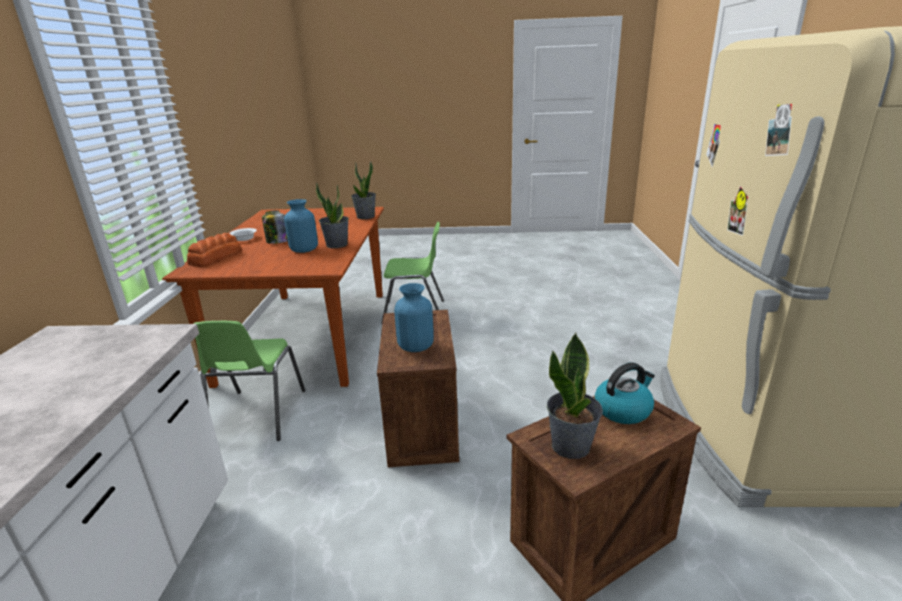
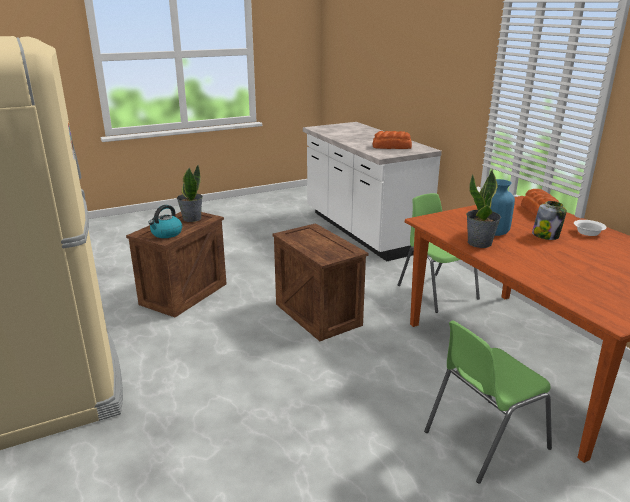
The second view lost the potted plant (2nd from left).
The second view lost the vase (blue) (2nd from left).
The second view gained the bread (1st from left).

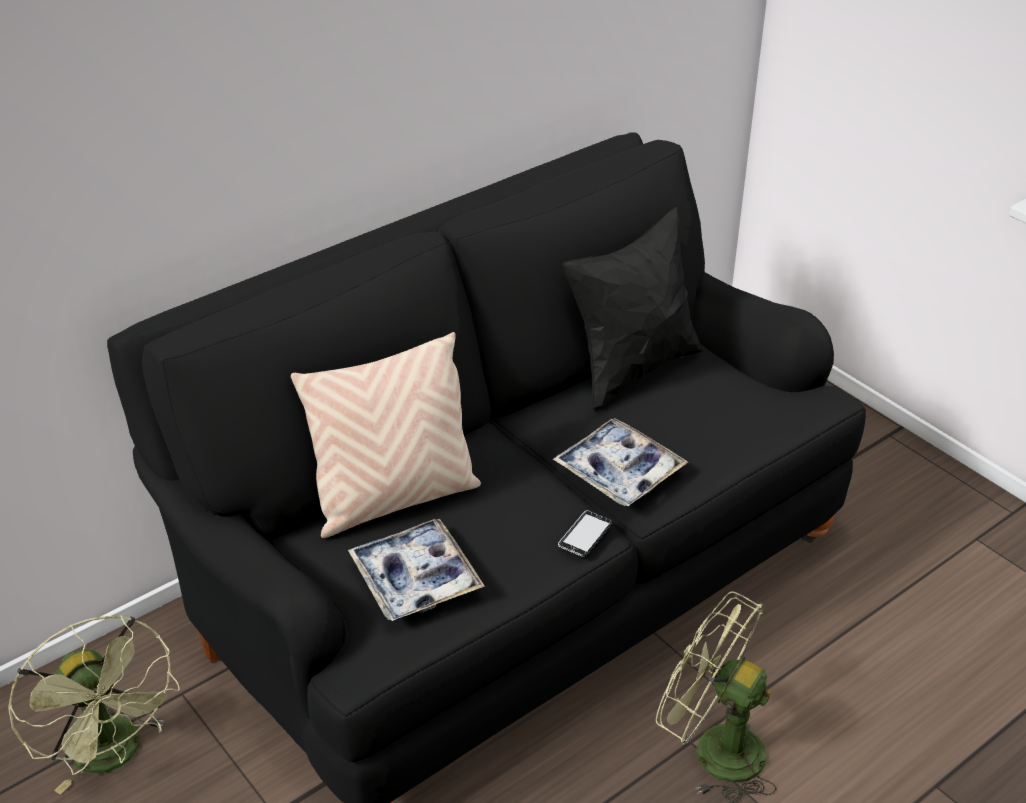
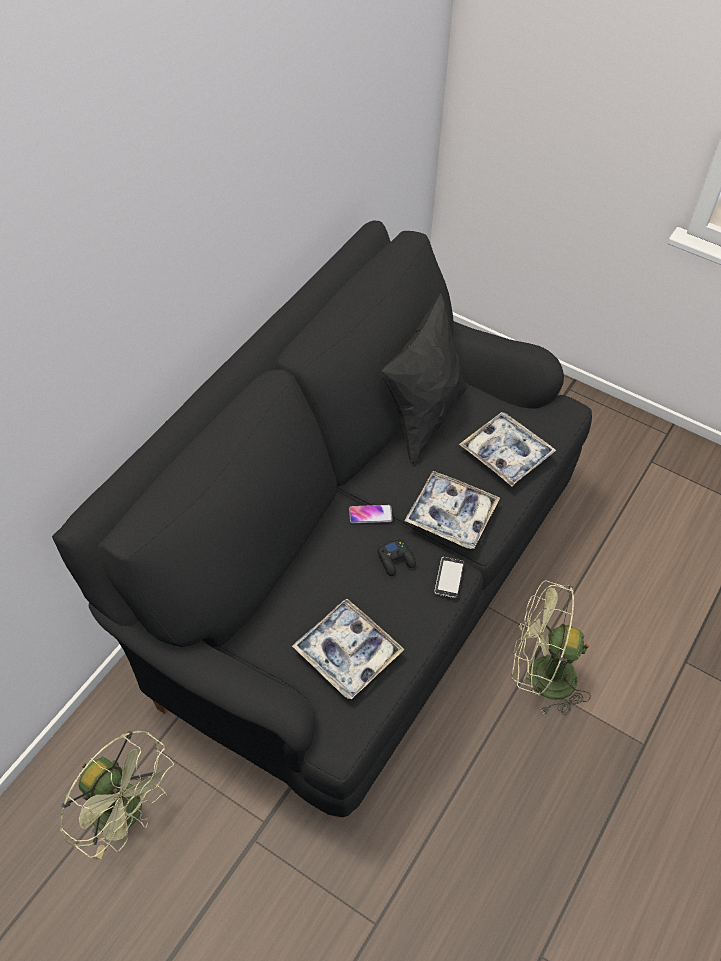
The second view lost the pillow (beige).
The second view gained the phone (1st from left).
The second view gained the game controller (black).
The second view gained the tray (3rd from left).

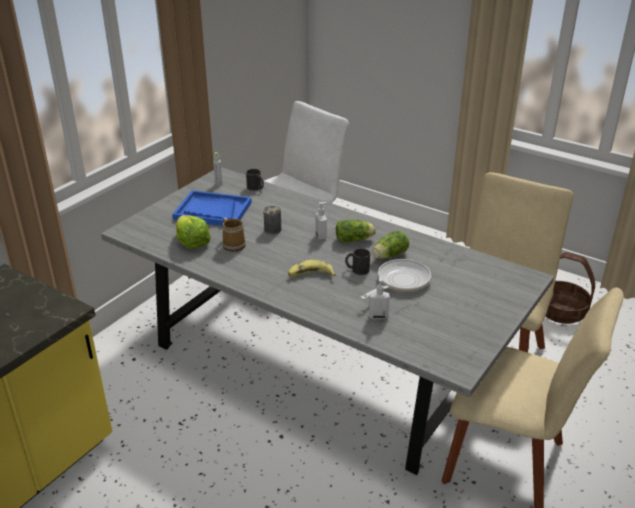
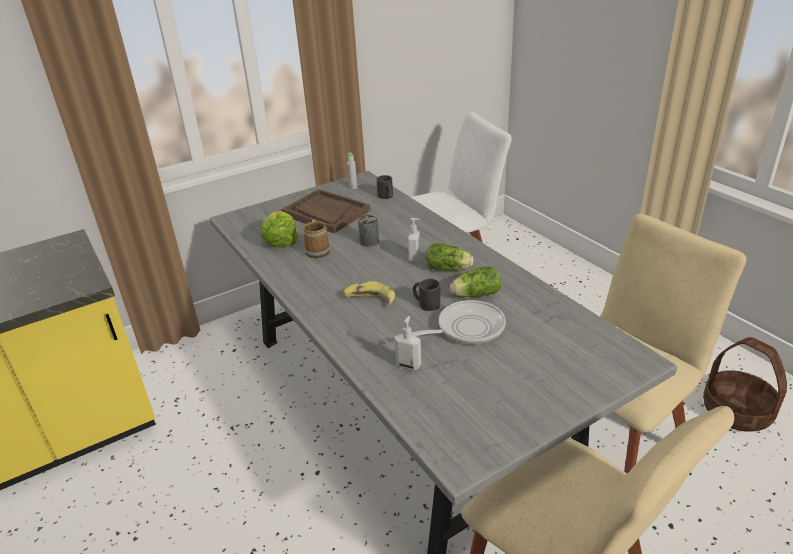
What was the tray (blue) turned into the tray (brown).

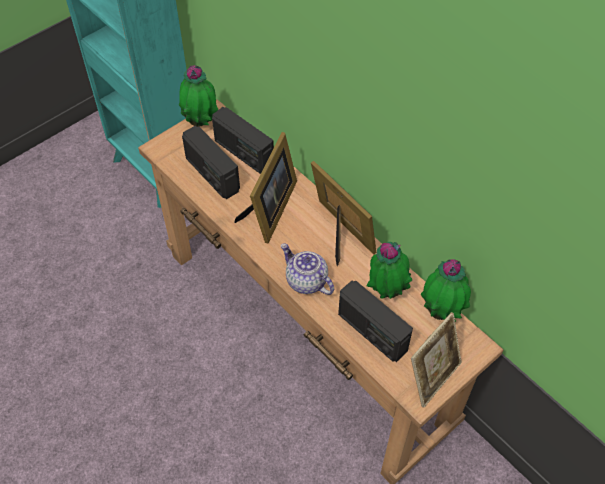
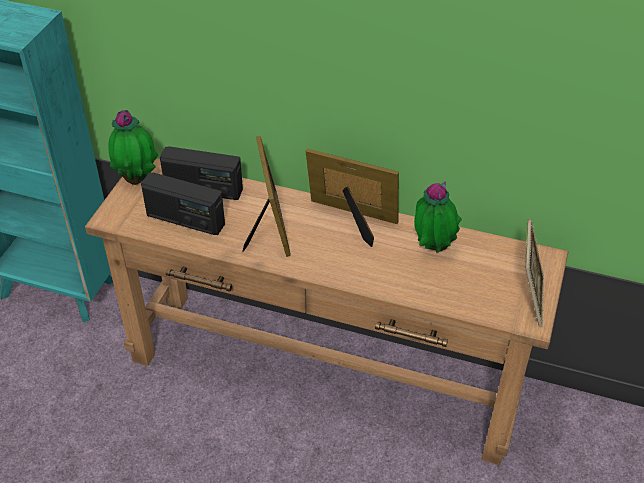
The second view lost the teapot.
The second view lost the radio (3rd from left).
The second view lost the potted plant (3rd from left).

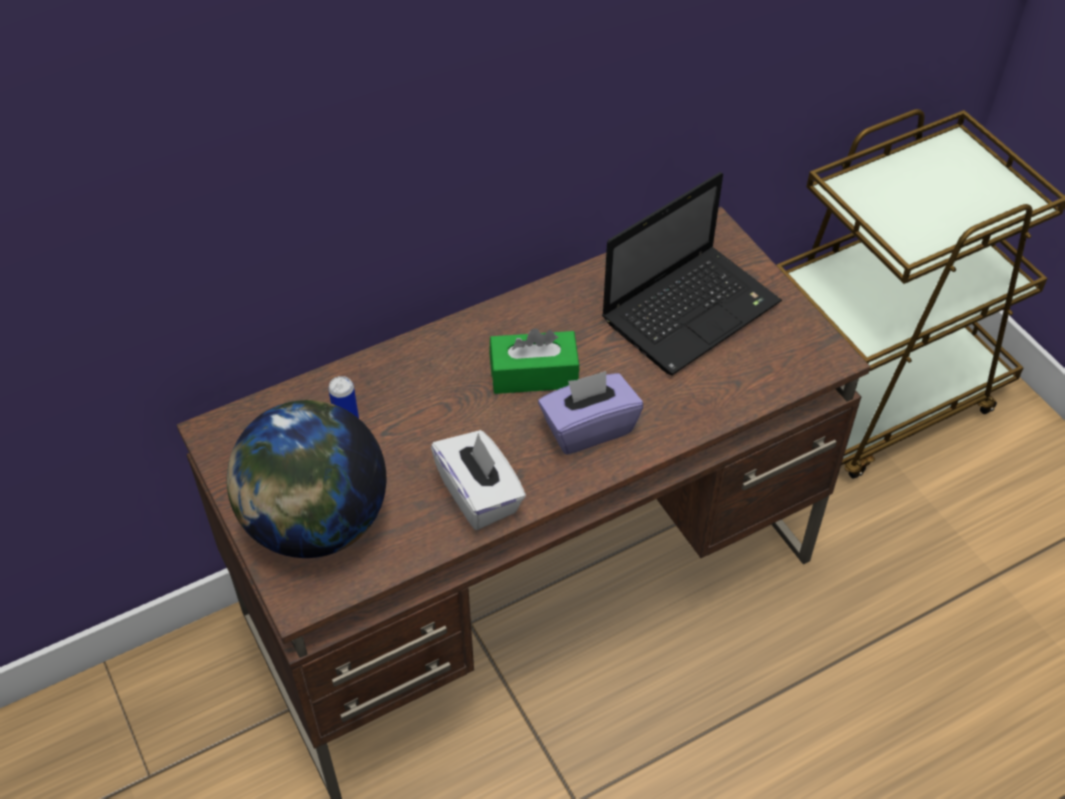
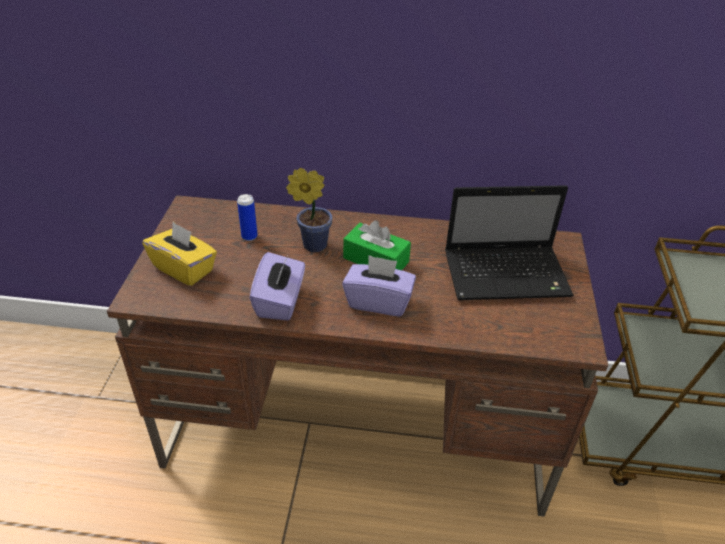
The second view gained the potted plant.
Where the globe stood, the tissue box (yellow) came to stand.
What was the tissue box (white) turned into the tissue box (purple) (1st from left).

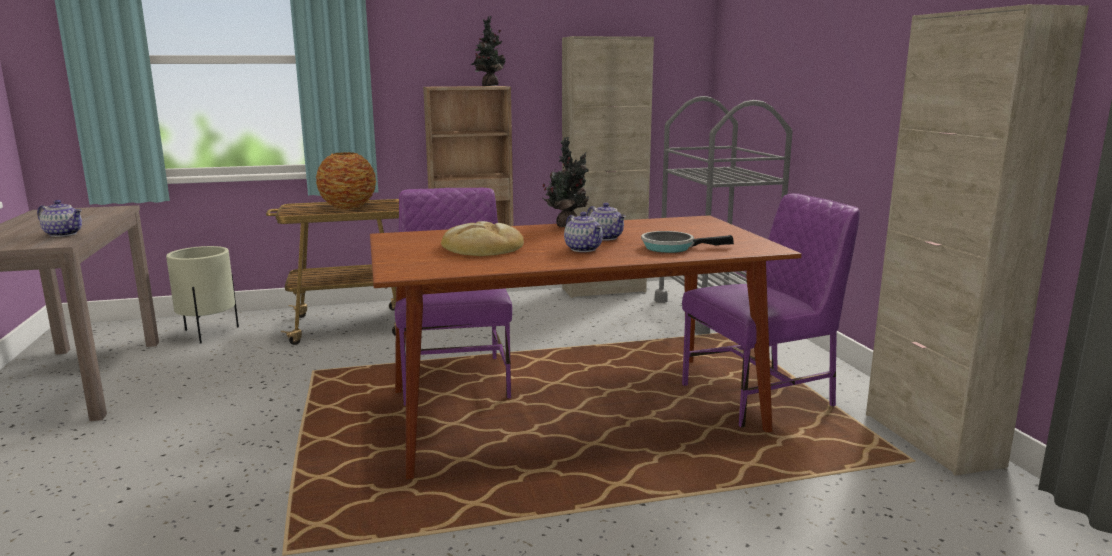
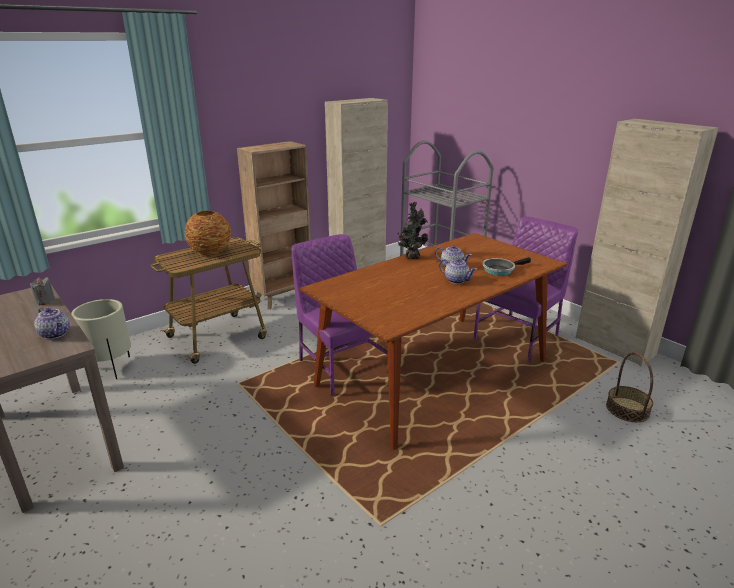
The second view lost the bread.
The second view lost the potted plant (1st from left).
The second view gained the candle (grey).
The second view gained the basket.
The teapot (1st from left) ended up facing another way, 45 degrees clockwise from before.

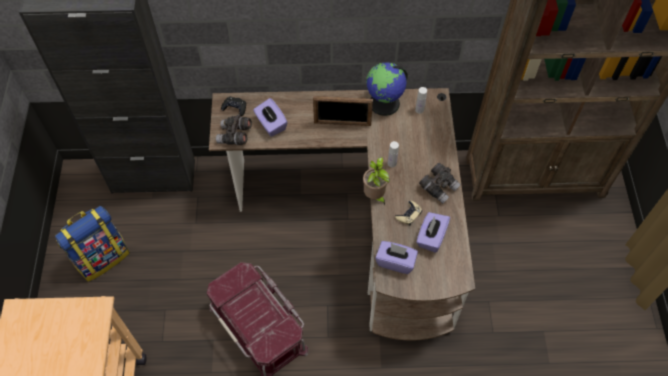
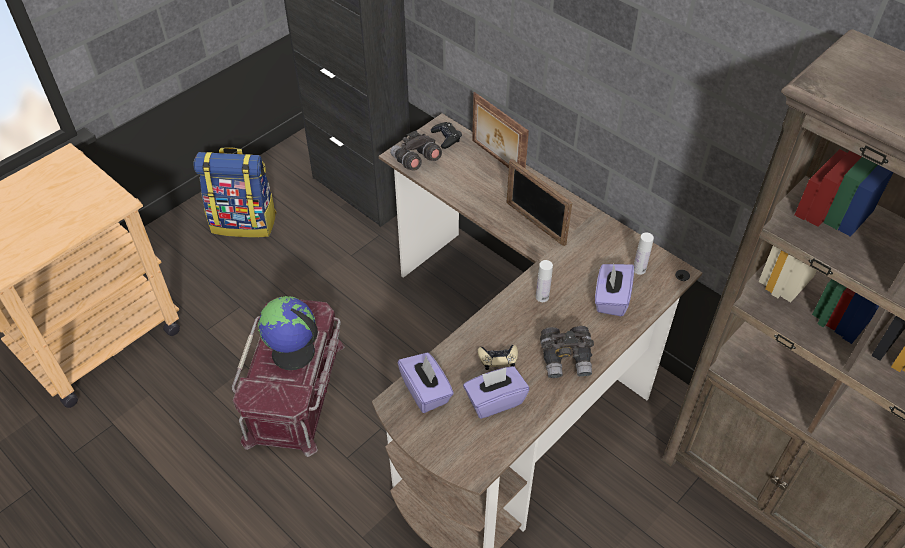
The second view lost the potted plant.
The second view gained the picture frame (1st from left).
The tissue box (purple) (1st from left in the first image) ended up elsewhere.
The globe ended up elsewhere.

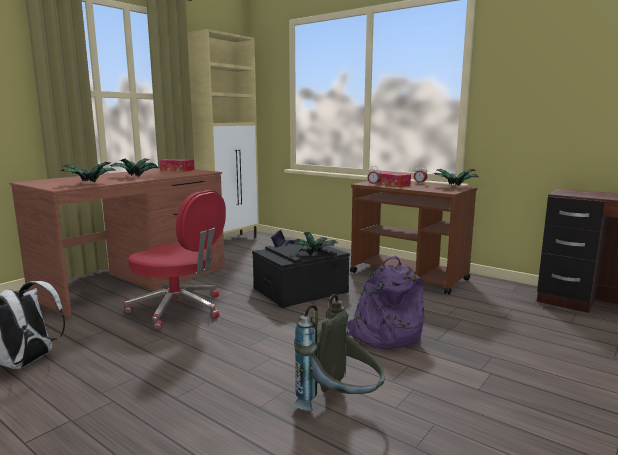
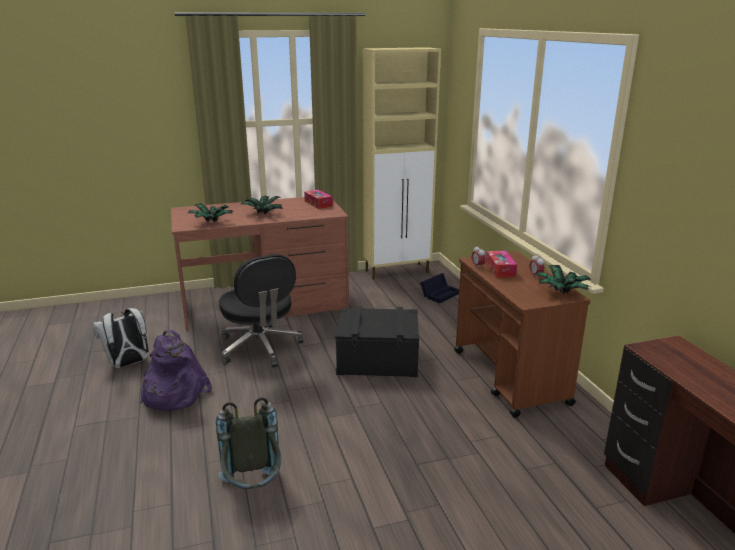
The second view lost the potted plant (3rd from left).
The backpack (purple) ended up elsewhere.
What was the office chair (red) turned into the office chair (black).

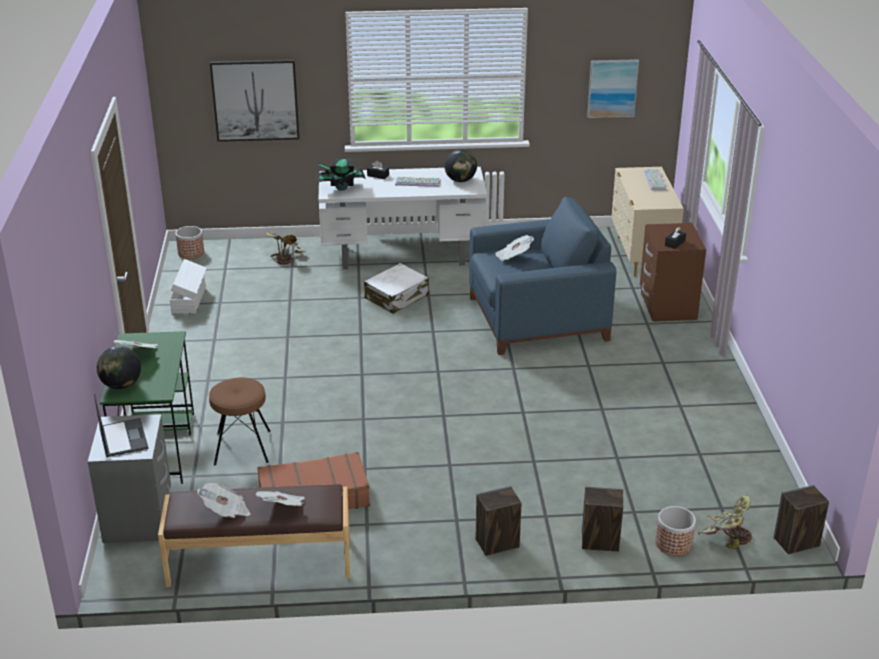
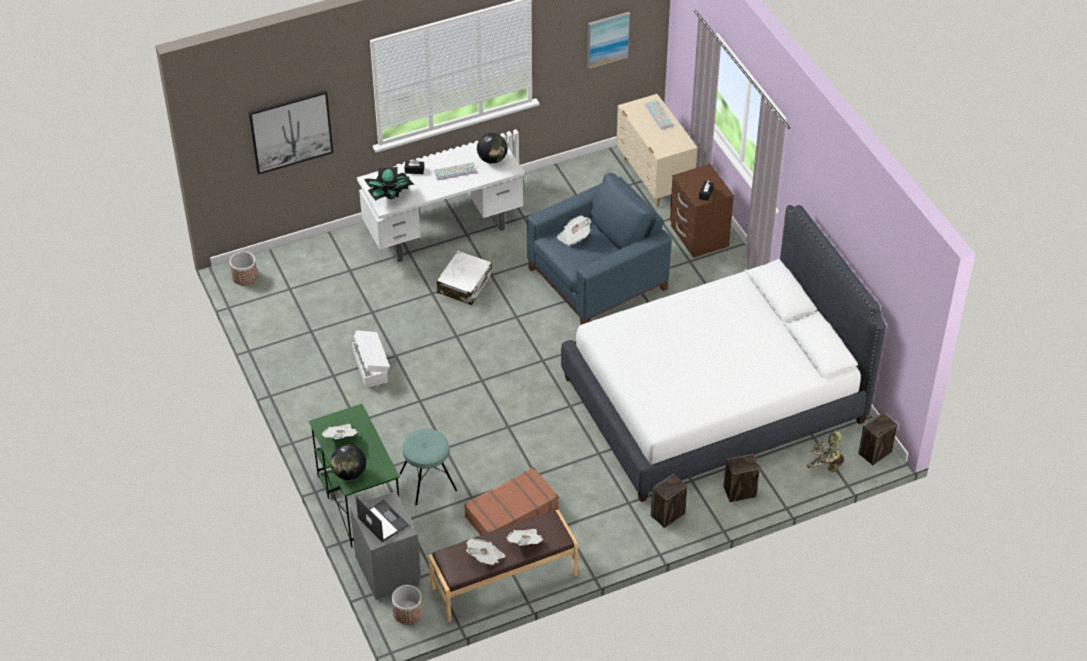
The second view lost the potted plant (1st from left).
The second view gained the bed (white).
The storage box (white) ended up elsewhere.
The planter (2nd from left) ended up elsewhere.
What was the stool (brown) turned into the stool (turquoise).

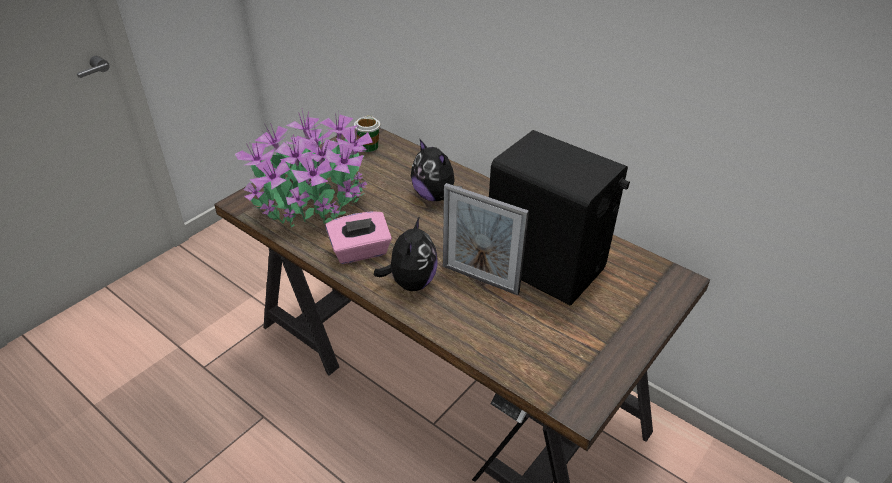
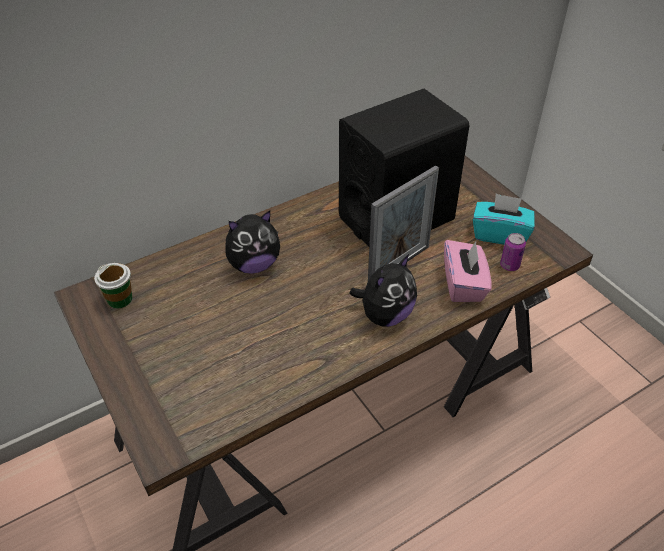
The second view lost the potted plant.
The second view gained the tissue box (turquoise).
The second view gained the can.
The tissue box (pink) ended up elsewhere.
The plush toy (1st from left in the first image) ended up facing another way, 105 degrees clockwise from before.

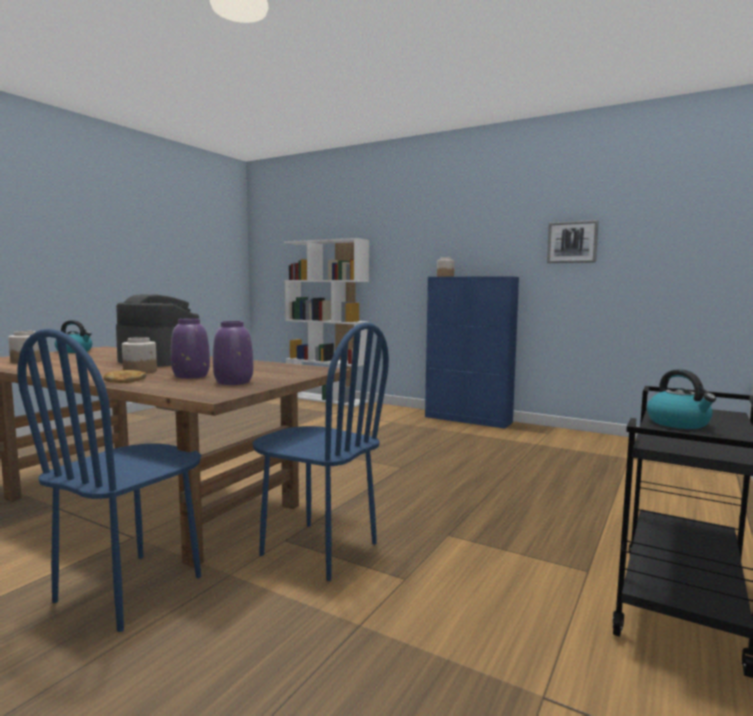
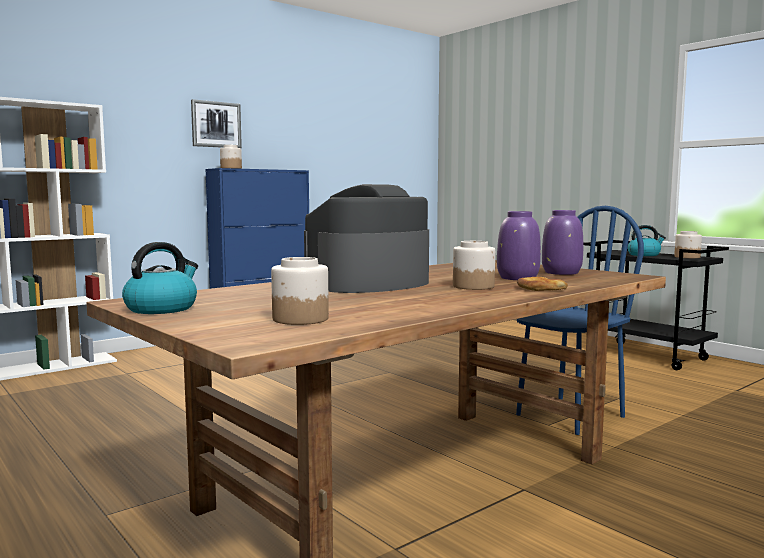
The second view lost the chair (blue) (1st from left).
The second view gained the jar (4th from left).
The picture ended up elsewhere.

